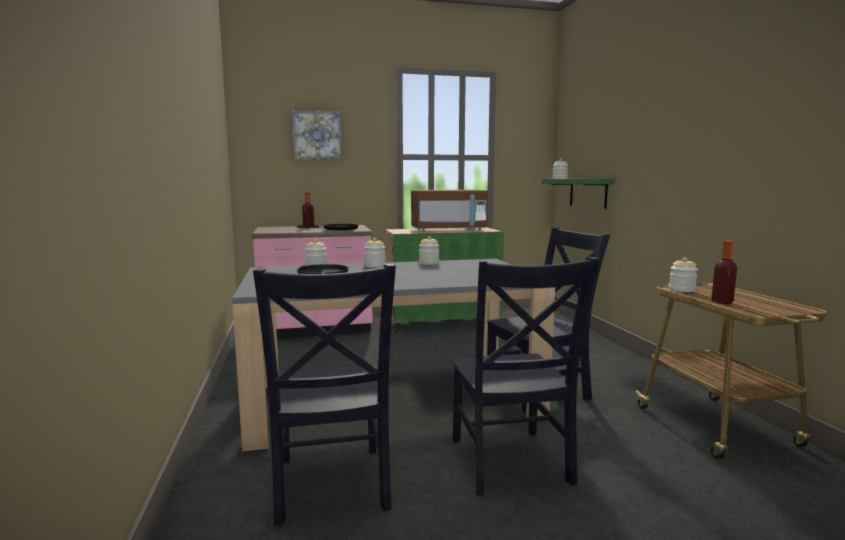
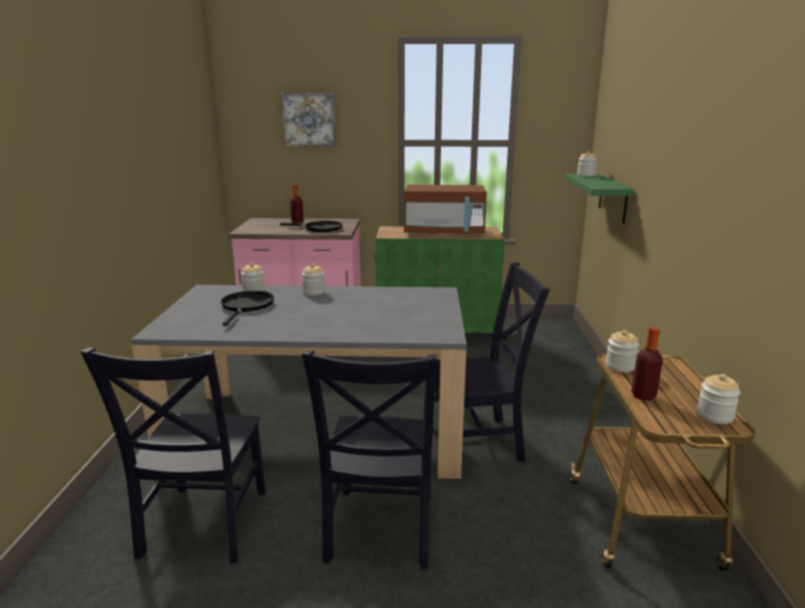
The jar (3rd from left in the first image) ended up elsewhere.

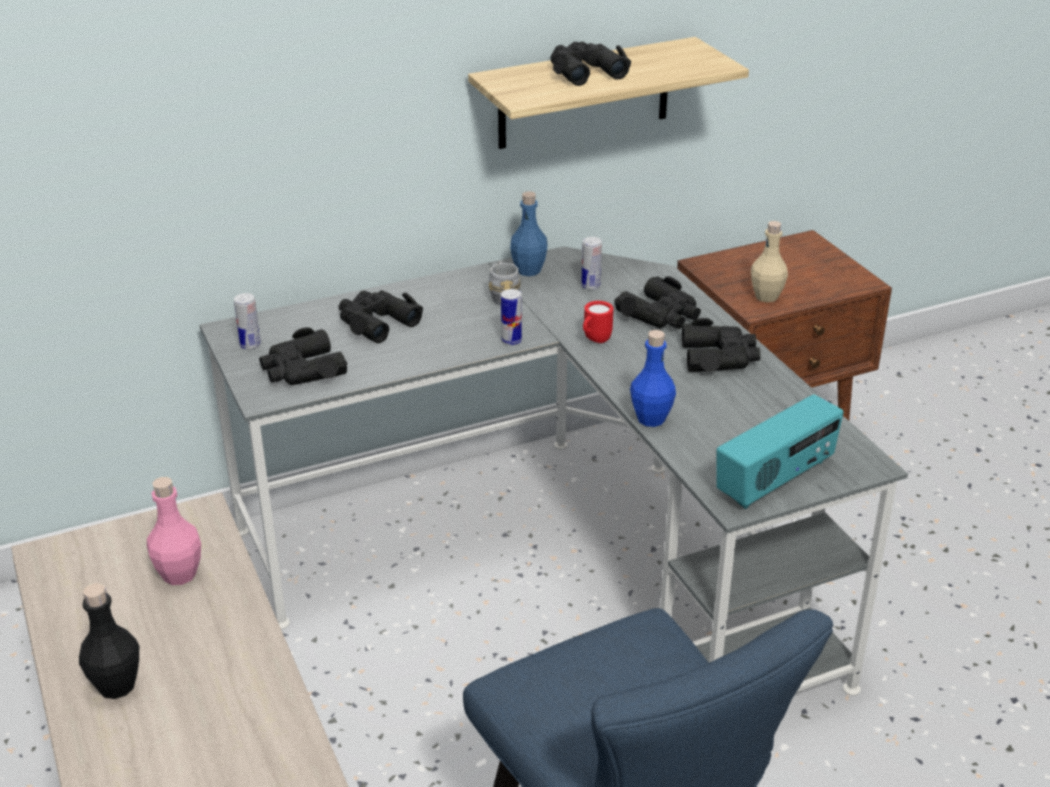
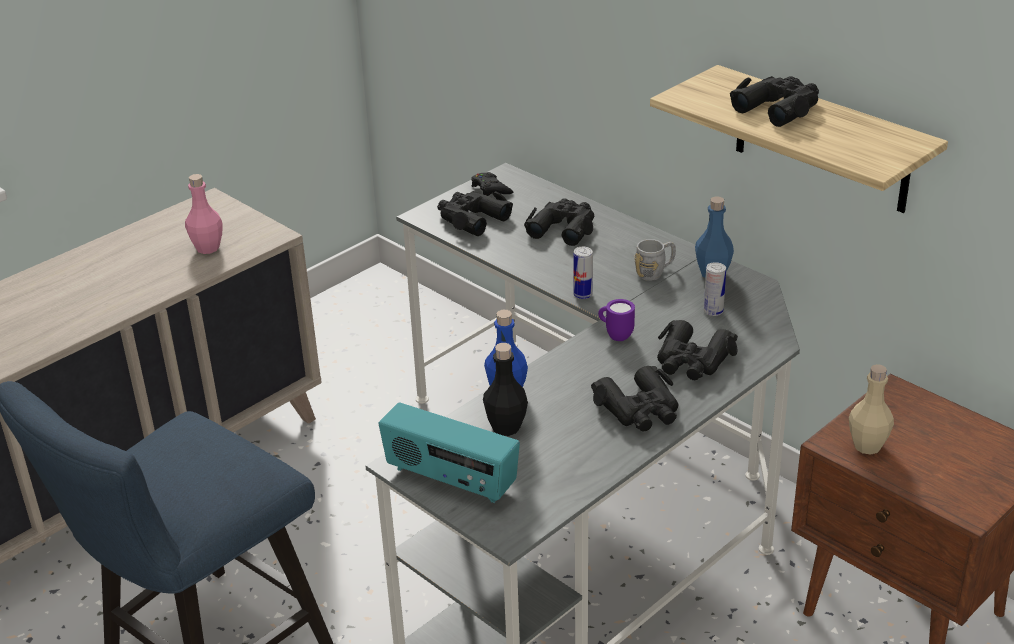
The bottle (black) ended up elsewhere.
Where the can (1st from left) stood, the game controller (black) came to stand.
What was the mug (red) turned into the mug (purple).

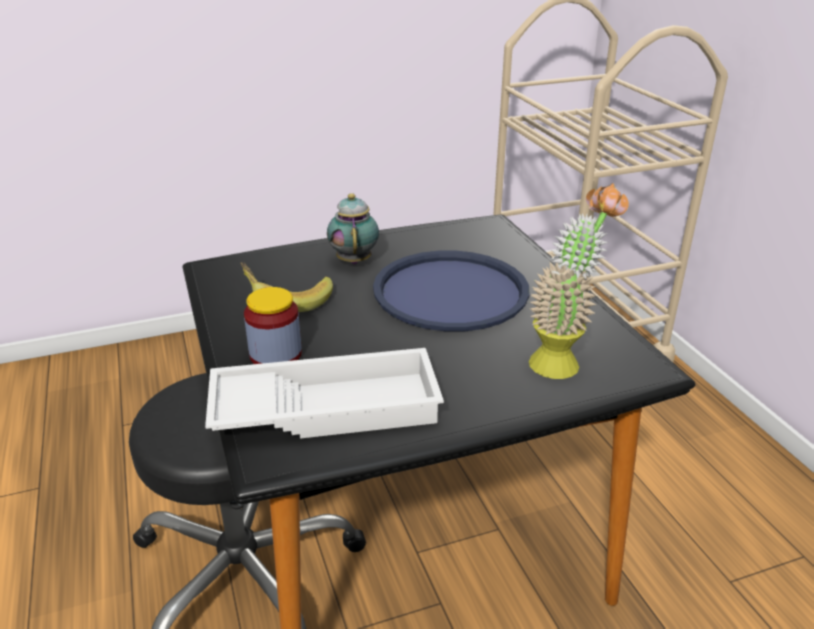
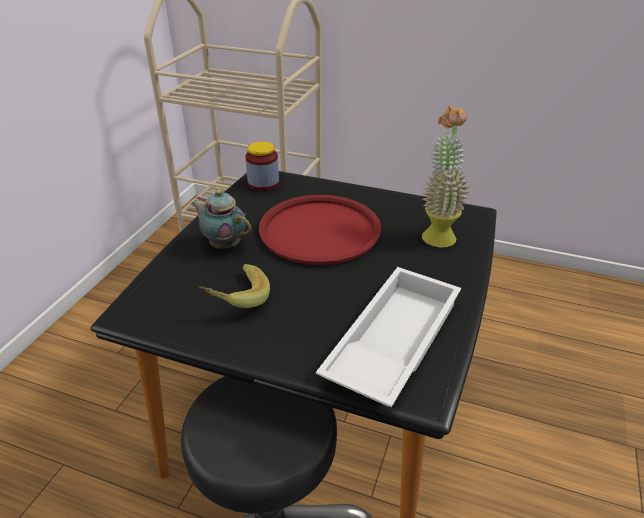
The jar ended up elsewhere.
What was the tray (blue) turned into the tray (red).

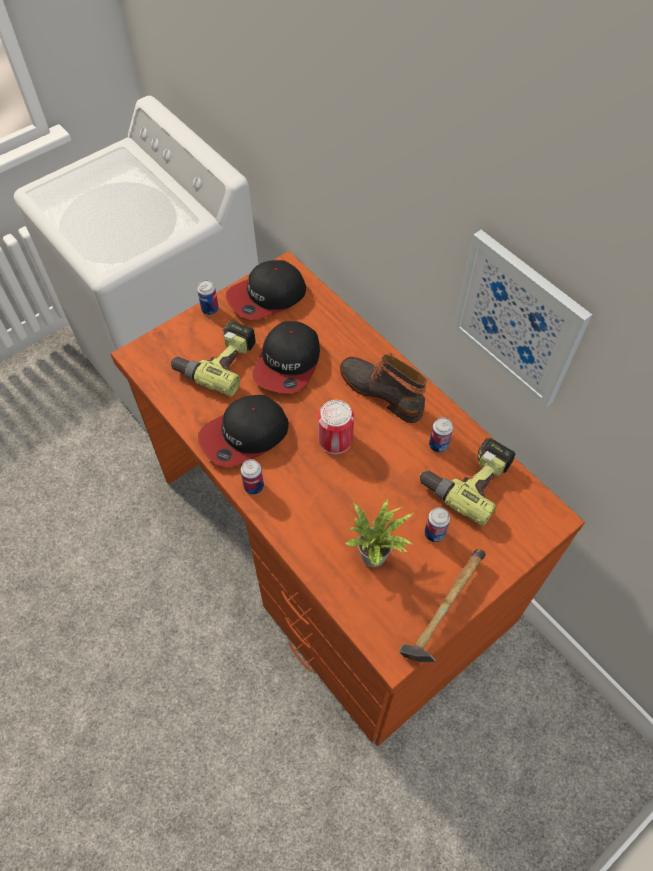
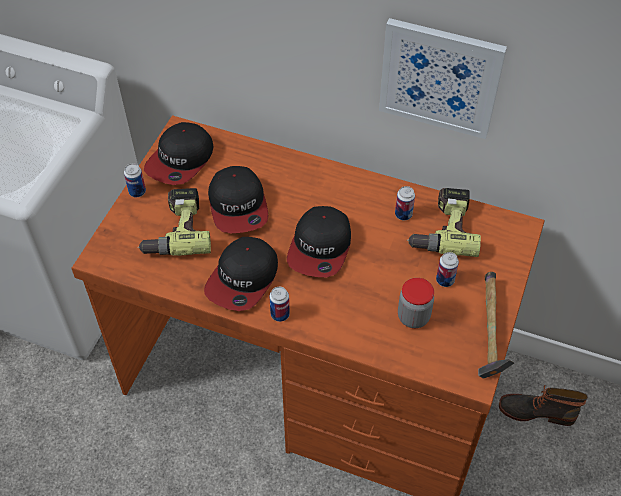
The boot ended up elsewhere.
Where the can (3rd from left) stood, the cap (4th from left) came to stand.
Where the potted plant stood, the jar came to stand.

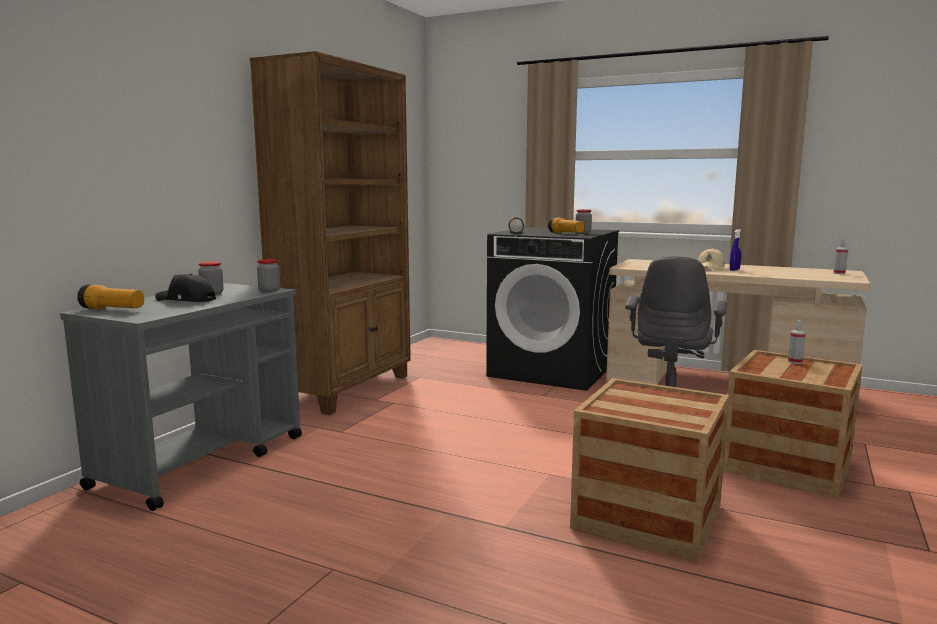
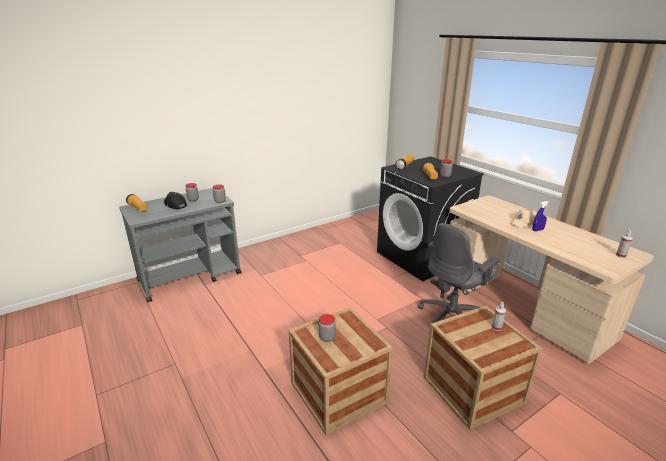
The second view lost the bookcase (brown).
The second view gained the jar (3rd from left).

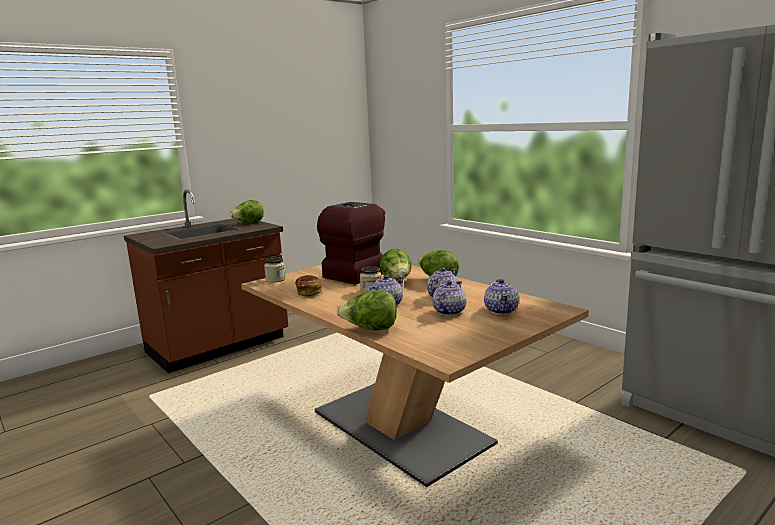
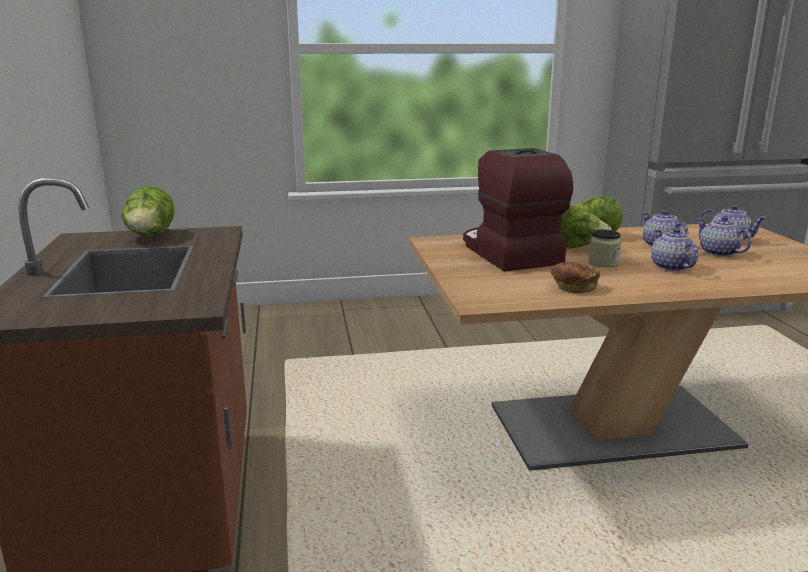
The second view lost the jar (1st from left).
The second view lost the lettuce (2nd from left).

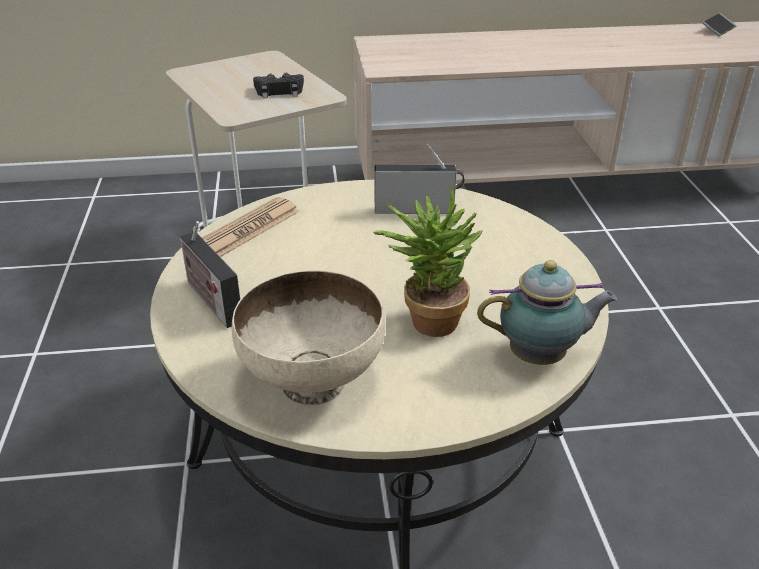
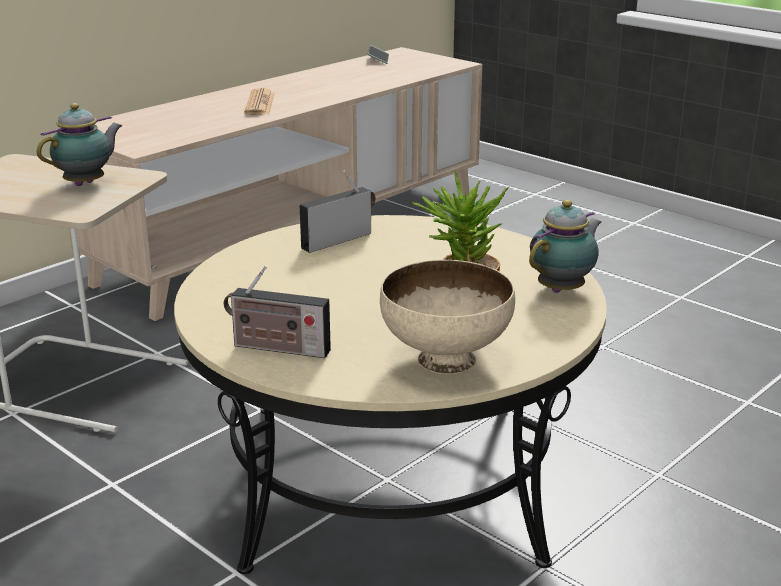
The newspaper ended up elsewhere.
Where the game controller (black) stood, the teapot (1st from left) came to stand.

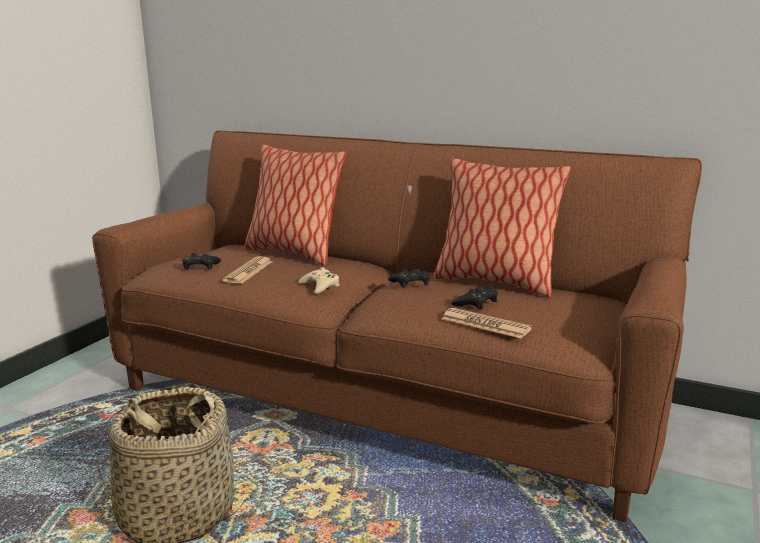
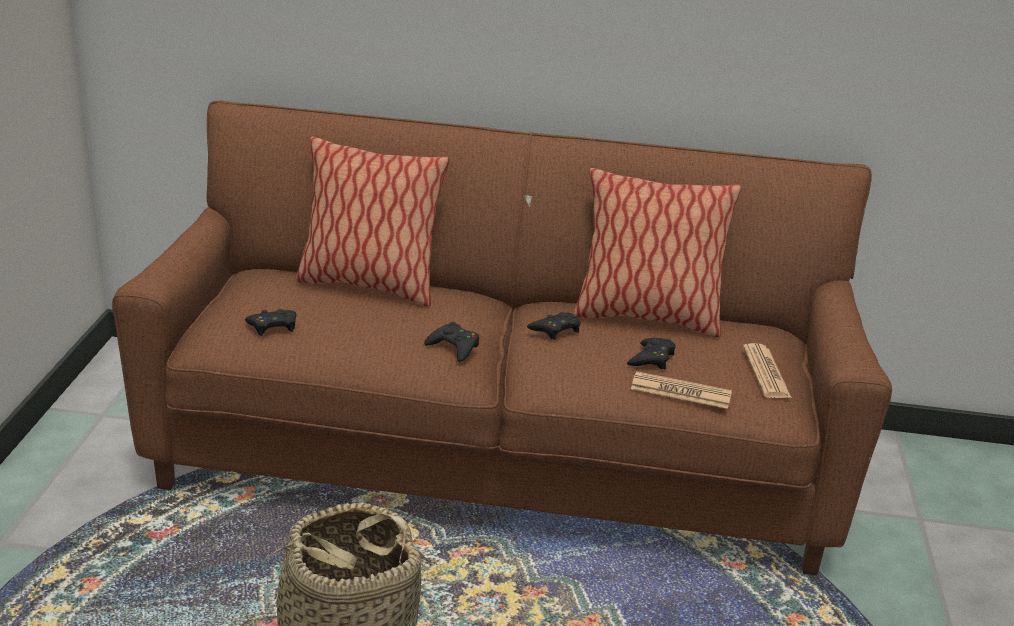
The newspaper (1st from left in the first image) ended up elsewhere.
What was the game controller (beige) turned into the game controller (black) (2nd from left).

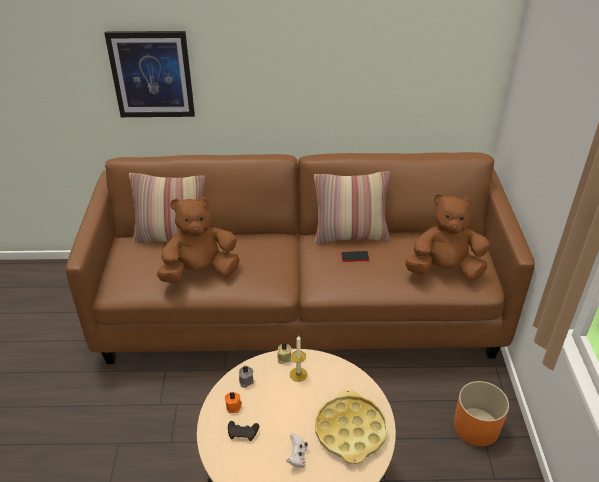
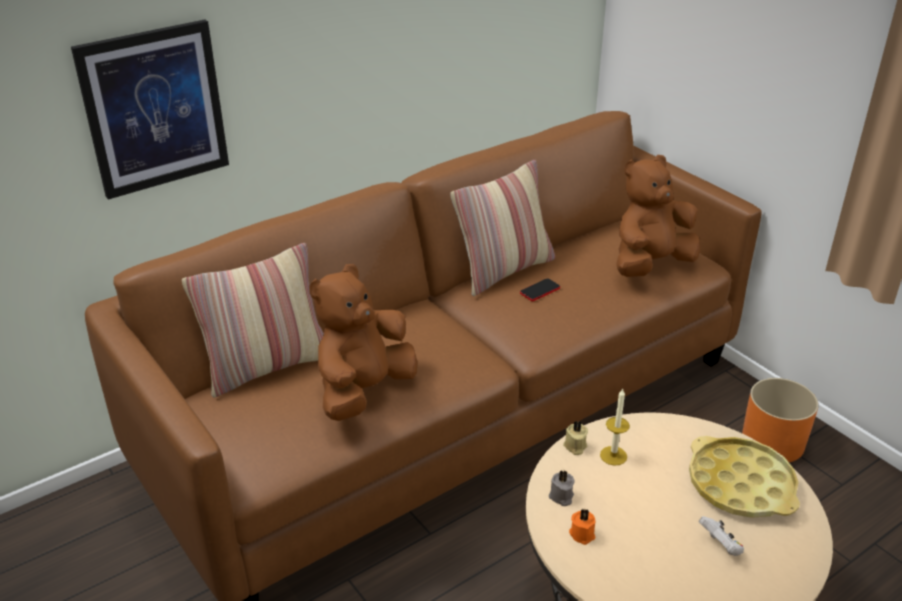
The second view lost the game controller (black).

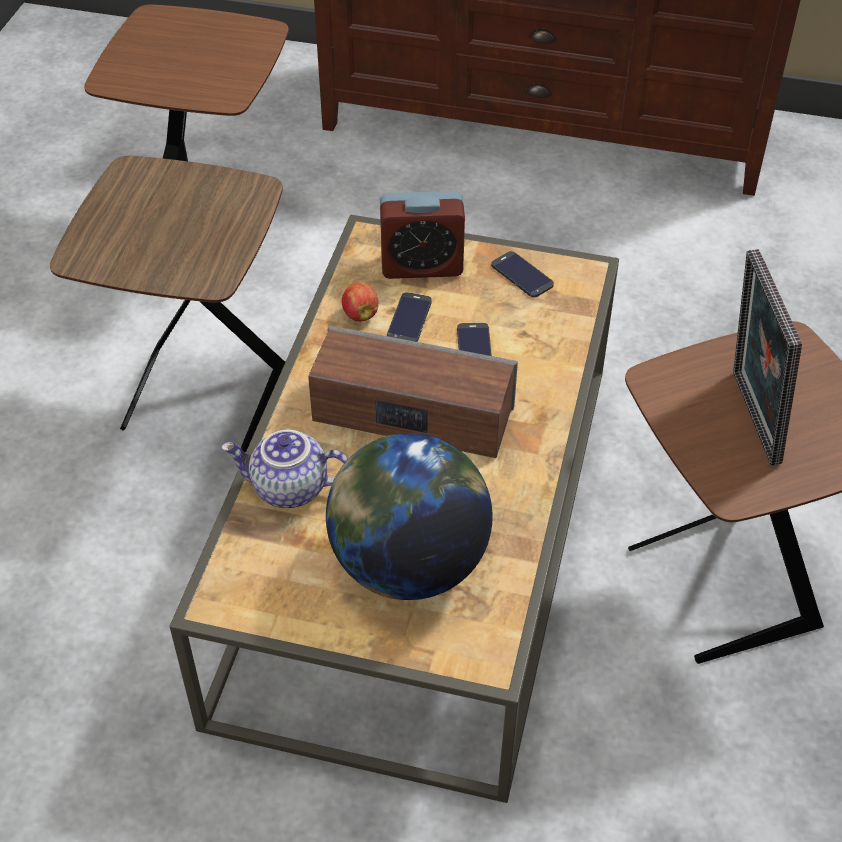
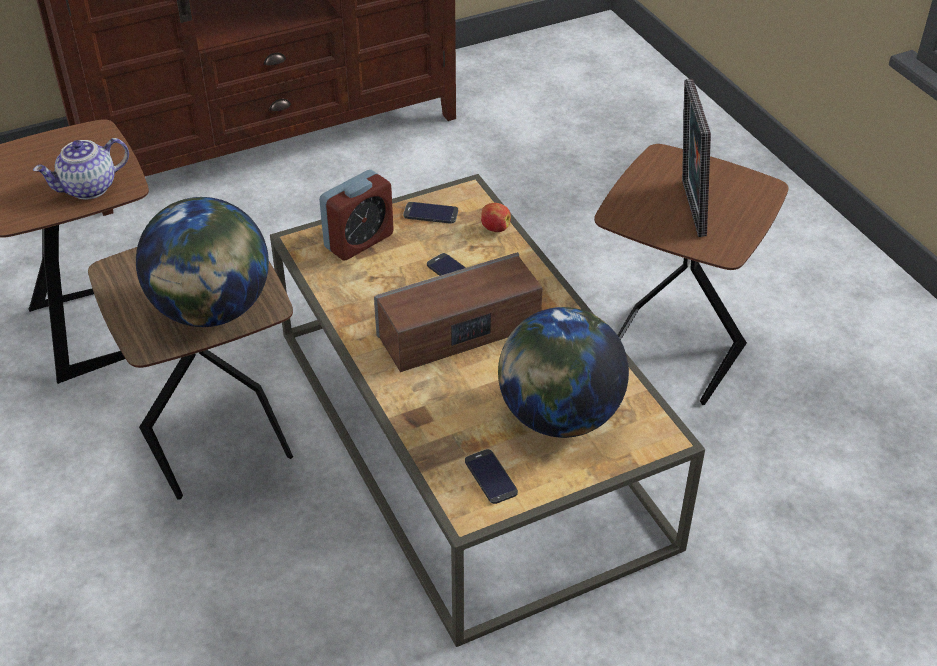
The second view gained the globe (1st from left).
The teapot ended up elsewhere.
The apple ended up elsewhere.
The phone (1st from left in the first image) ended up elsewhere.
The picture frame ended up facing another way, 45 degrees clockwise from before.

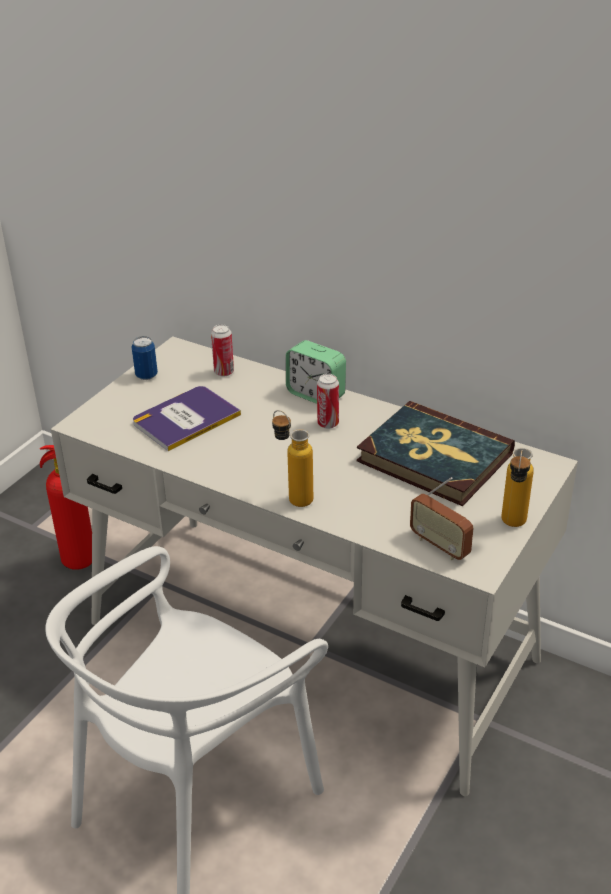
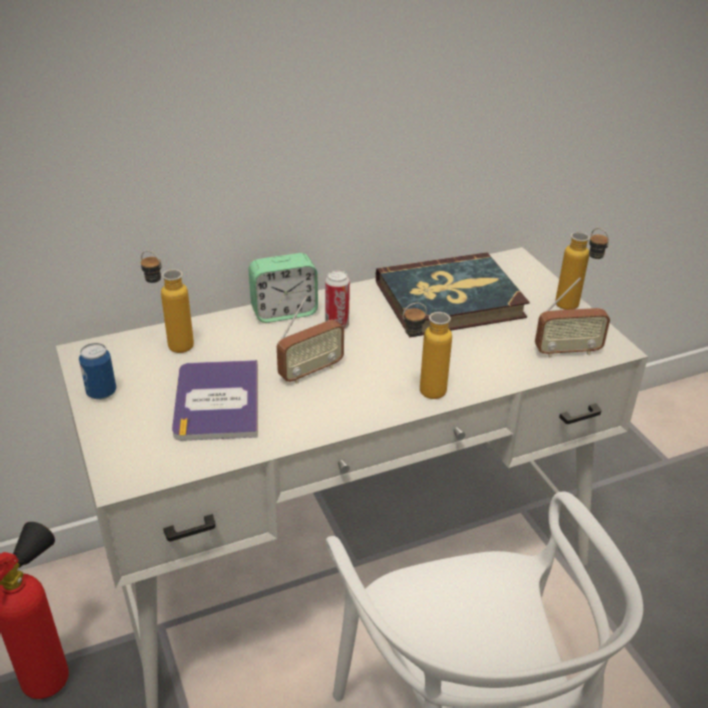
The second view gained the radio (1st from left).
Where the can (2nd from left) stood, the bottle (1st from left) came to stand.

